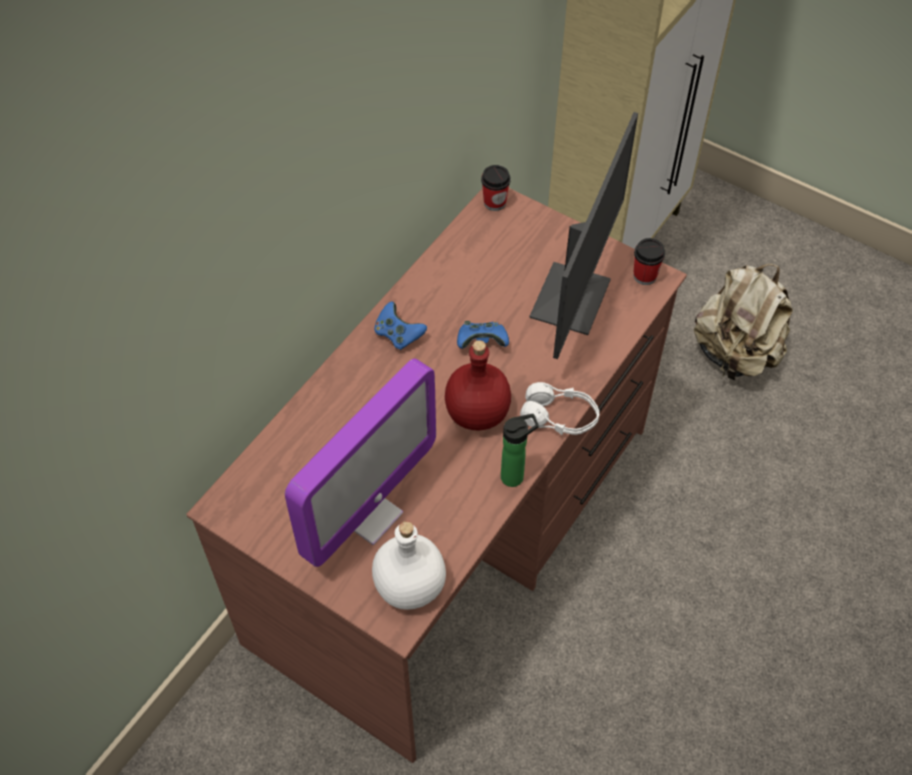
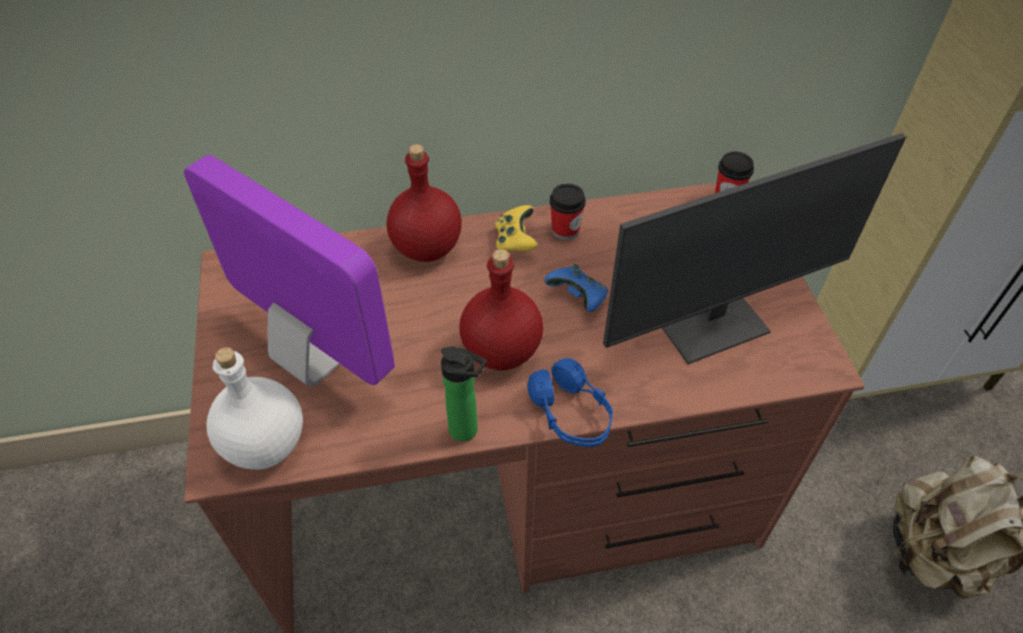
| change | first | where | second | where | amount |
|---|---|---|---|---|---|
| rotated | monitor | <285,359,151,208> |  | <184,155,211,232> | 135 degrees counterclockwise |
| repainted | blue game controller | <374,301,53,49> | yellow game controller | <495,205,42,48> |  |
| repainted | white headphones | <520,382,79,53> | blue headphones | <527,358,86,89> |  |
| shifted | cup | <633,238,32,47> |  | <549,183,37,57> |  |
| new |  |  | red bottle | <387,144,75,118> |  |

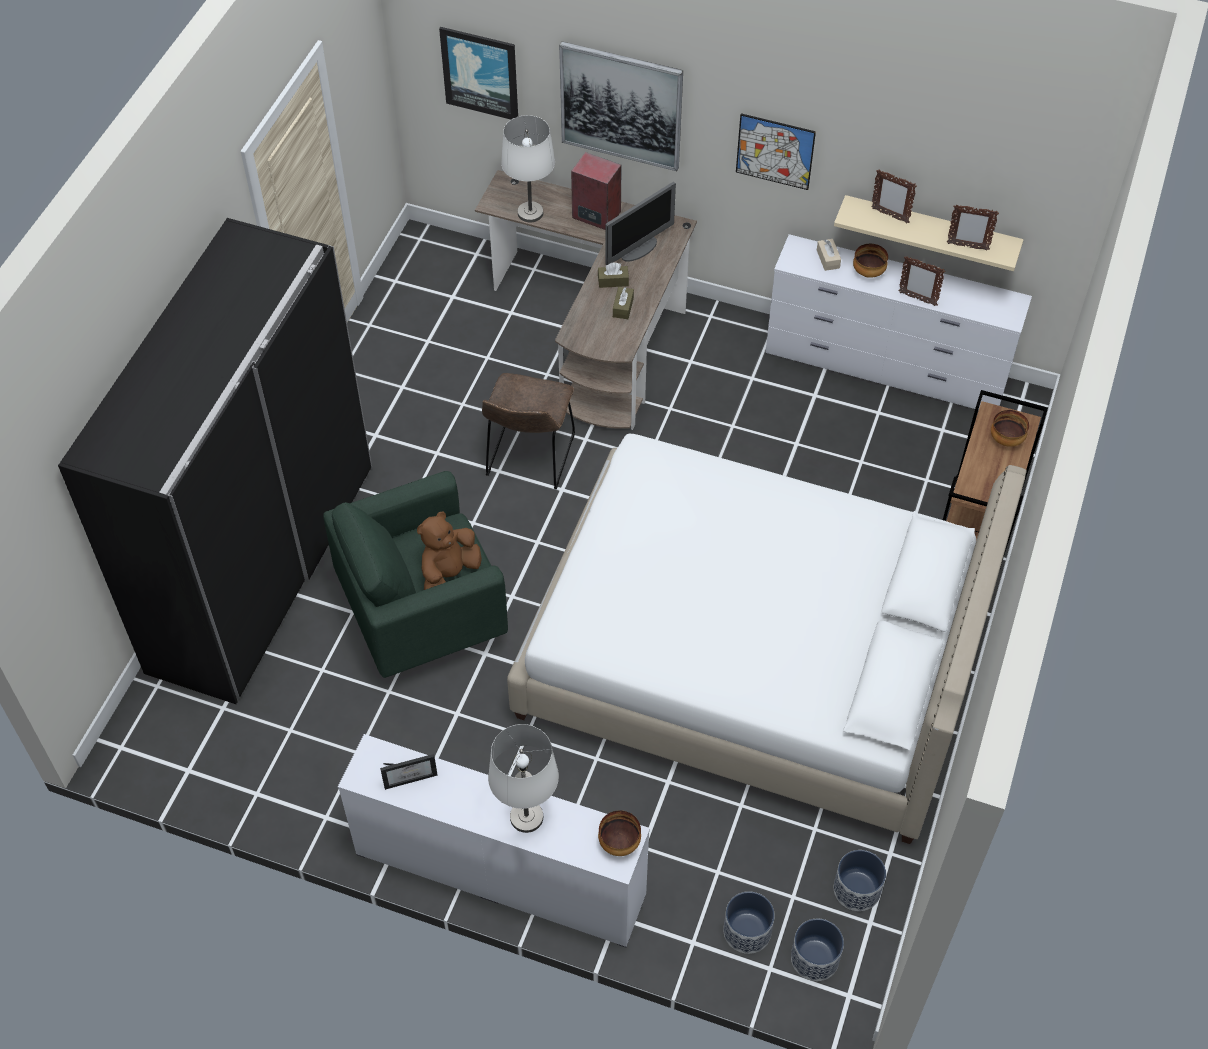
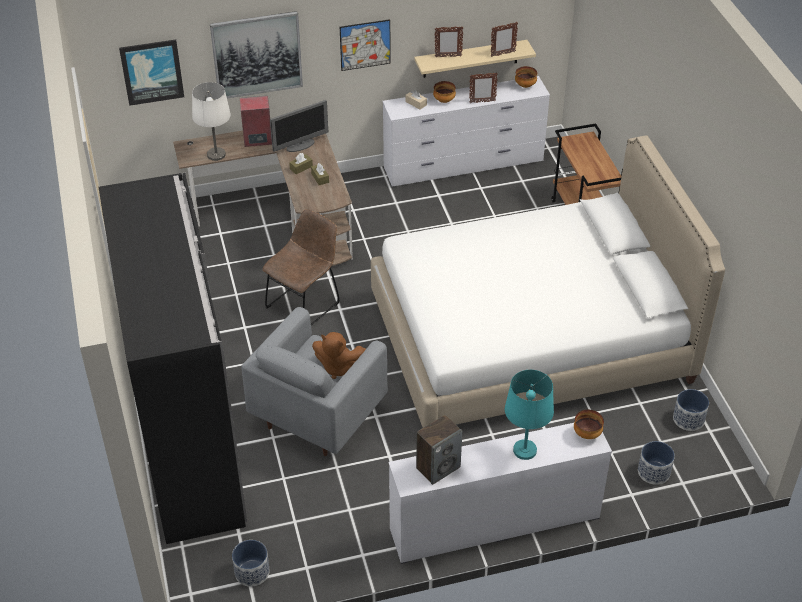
| change | first | where | second | where | amount |
|---|---|---|---|---|---|
| repainted | green armchair | <323,471,185,207> | grey armchair | <241,307,147,149> |  |
| swapped | picture frame | <380,754,58,36> | speaker | <416,415,46,70> |  |
| rotated | brown plush toy | <417,511,65,79> |  | <312,332,54,47> | 75 degrees counterclockwise |
| rotated | brown chair | <482,373,93,116> |  | <263,209,77,116> | 120 degrees counterclockwise |
| repainted | white table lamp | <488,724,71,109> | turquoise table lamp | <505,370,49,90> |  |
| rotated | monitor | <605,182,71,83> |  | <270,100,58,52> | 45 degrees clockwise |
| shifted | planter | <791,918,53,63> |  | <232,540,38,47> |  |
| shifted | bowl | <991,410,38,37> |  | <515,66,22,22> |  |

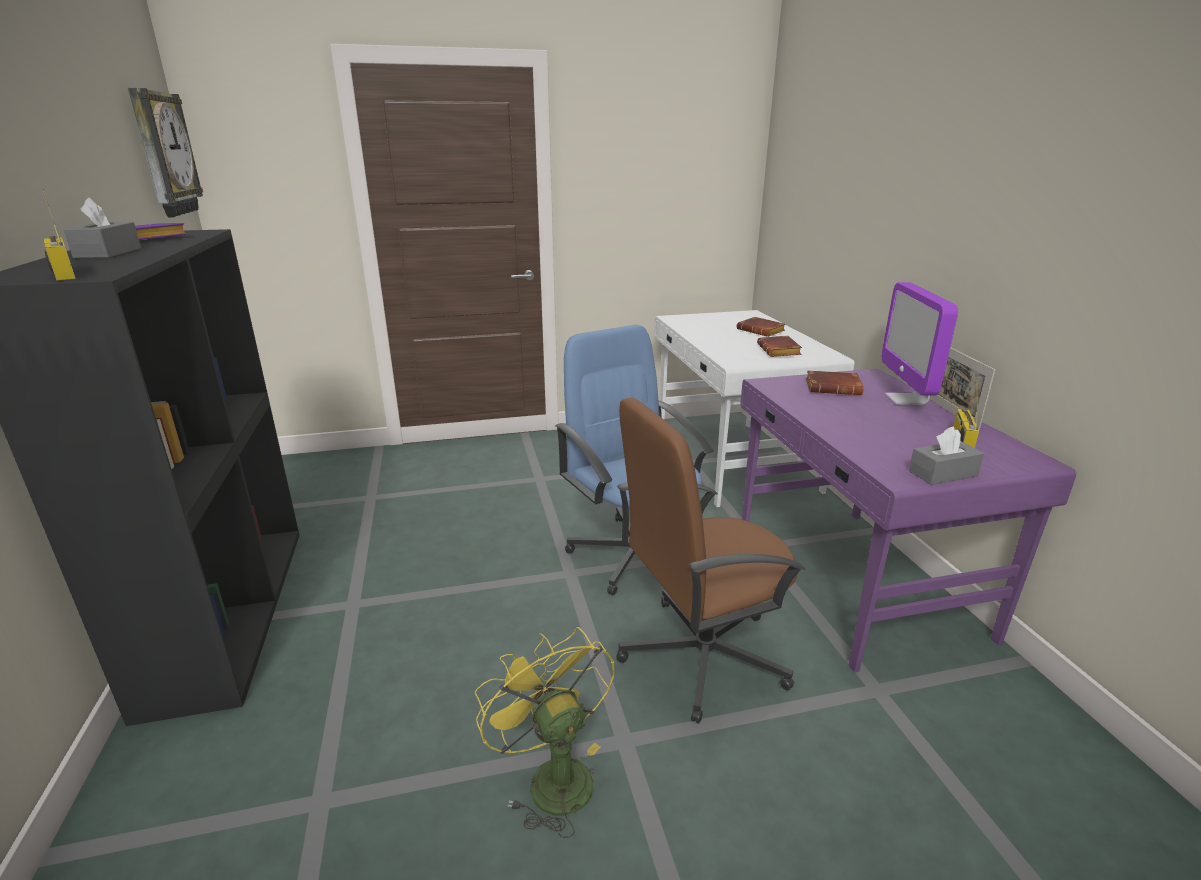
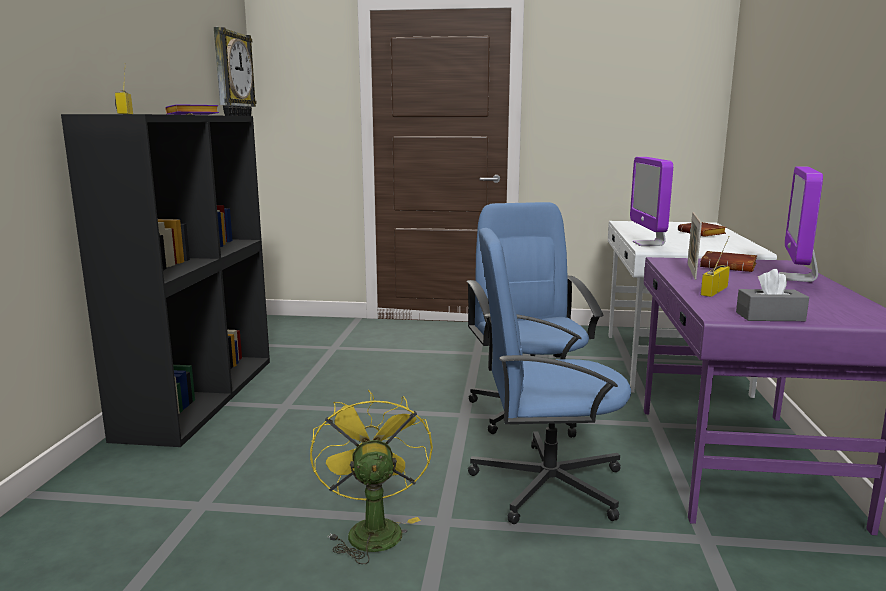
| change | first | where | second | where | amount |
|---|---|---|---|---|---|
| gone | grey tissue box | <64,198,77,60> |  |  |  |
| repainted | brown office chair | <616,398,189,325> | blue office chair | <468,228,163,296> |  |
| gone | brown book | <757,336,45,21> |  |  |  |
| shifted | picture frame | <930,347,65,83> |  | <688,212,14,68> |  |
| shifted | radio | <953,380,26,68> |  | <701,236,29,61> |  |
| new |  |  | monitor | <630,157,43,89> |  |

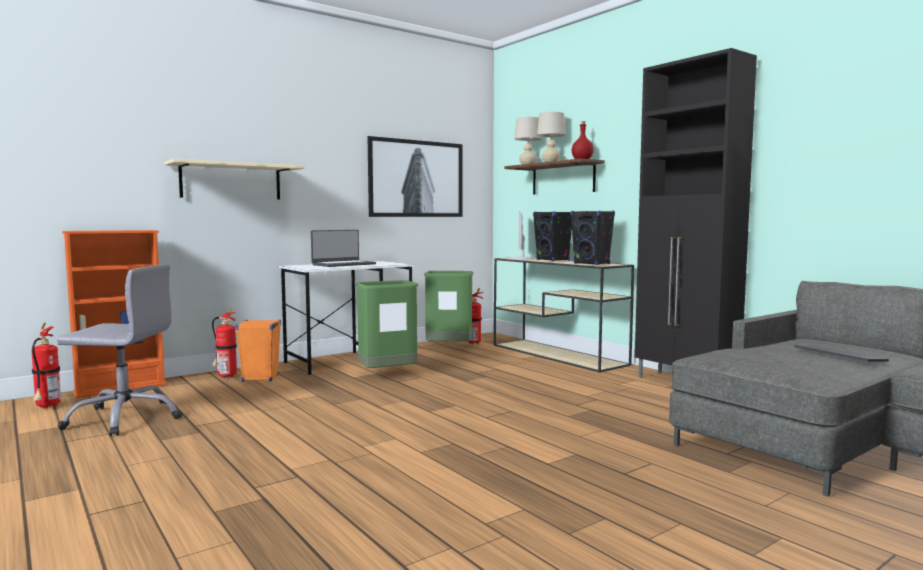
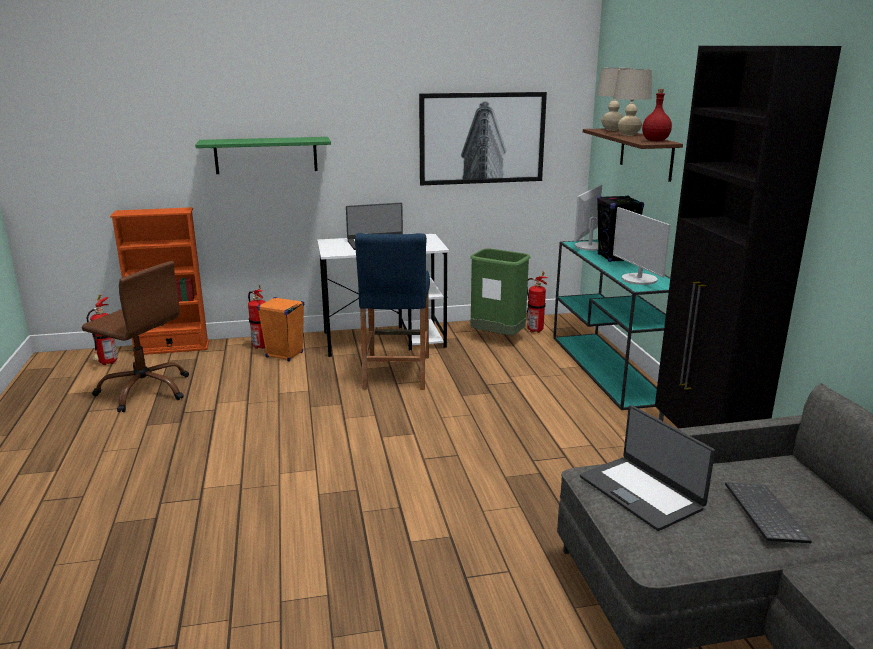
| change | first | where | second | where | amount |
|---|---|---|---|---|---|
| repainted | grey office chair | <57,264,126,172> | brown office chair | <82,261,107,151> |  |
| repainted | beige shelf | <164,159,140,40> | green shelf | <195,137,136,37> |  |
| swapped | green trash can | <356,280,62,88> | blue stool | <355,233,75,157> |  |
| repainted | beige console table | <494,258,140,115> | turquoise console table | <553,240,117,170> |  |
| swapped | black speaker | <570,211,45,54> | monitor | <613,207,58,78> |  |
| new |  |  | laptop | <580,405,135,126> |  |

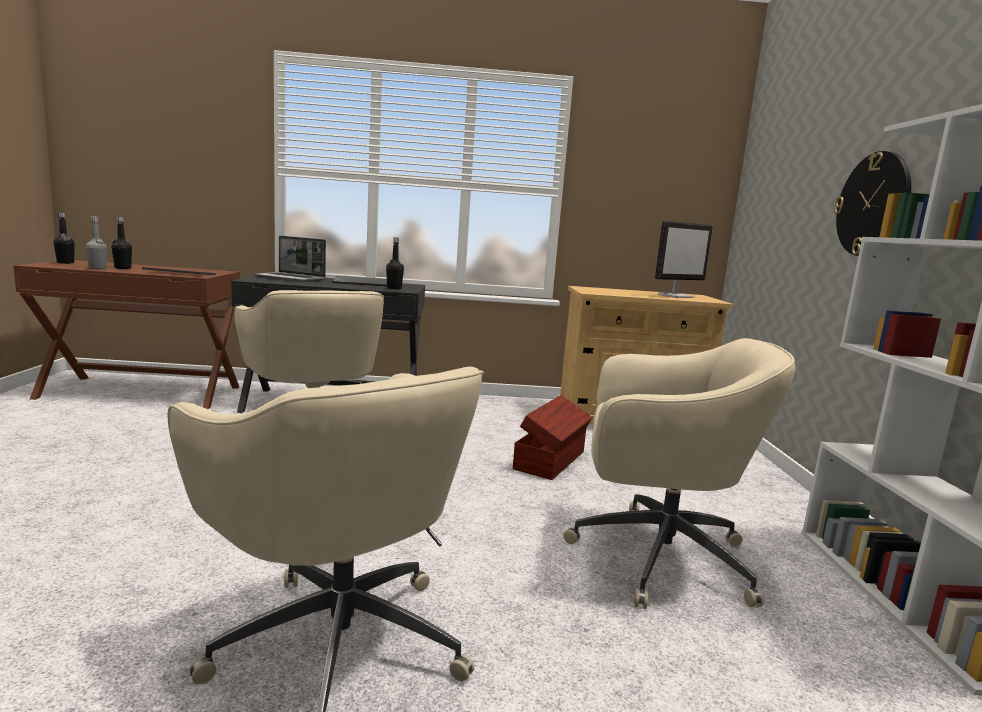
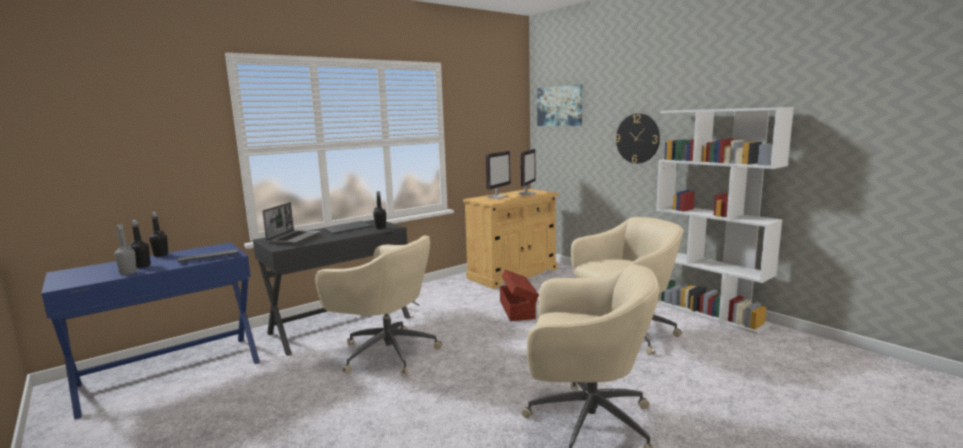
| change | first | where | second | where | amount |
|---|---|---|---|---|---|
| repainted | brown desk | <13,260,227,149> | blue desk | <41,243,219,177> |  |
| shifted | black bottle | <53,212,22,52> |  | <149,212,19,45> |  |
| rotated | laptop | <254,236,72,46> |  | <263,202,57,42> | 60 degrees counterclockwise |
| new |  |  | monitor | <486,151,25,48> |  |
| new |  |  | picture | <537,85,45,41> |  |

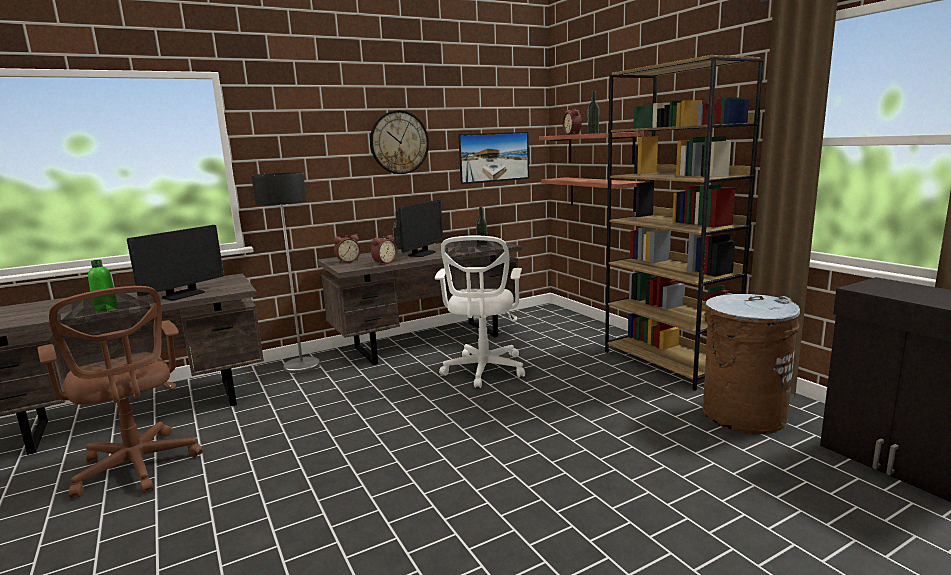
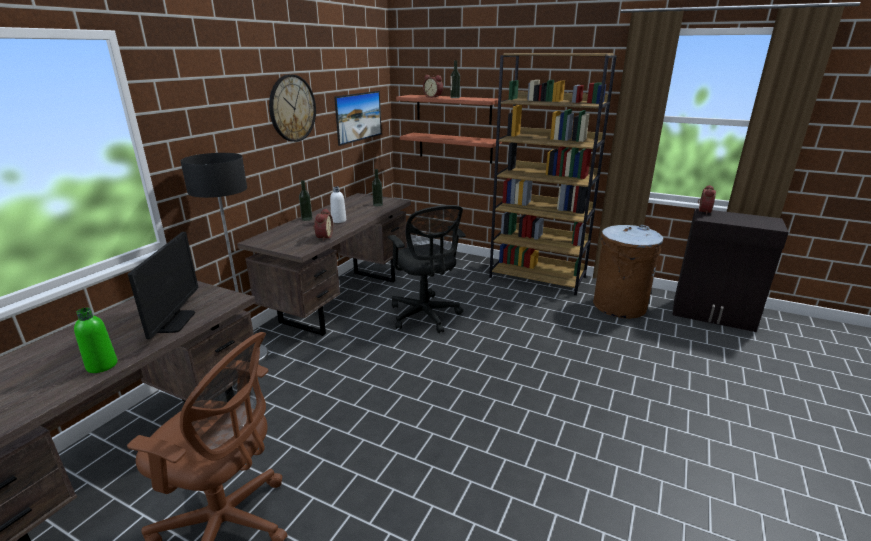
| change | first | where | second | where | amount |
|---|---|---|---|---|---|
| shifted | alarm clock | <334,235,27,28> |  | <698,185,18,29> |  |
| swapped | monitor | <398,200,45,57> | white bottle | <330,187,16,36> |  |
| repainted | white office chair | <435,235,90,153> | black office chair | <388,205,78,128> |  |

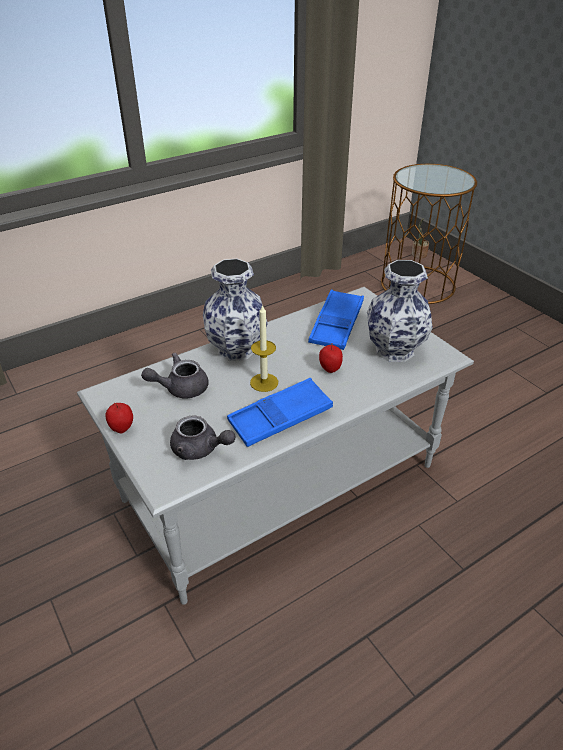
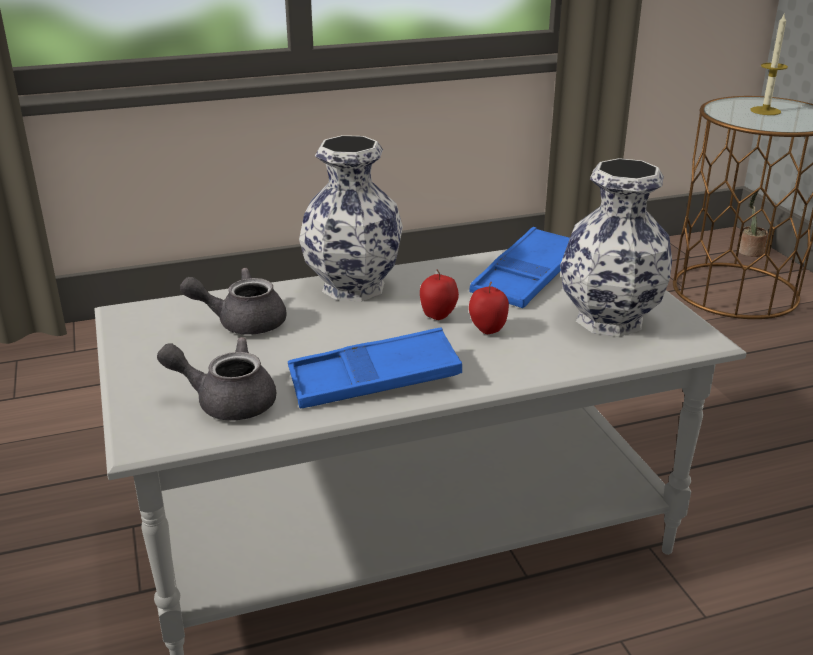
| change | first | where | second | where | amount |
|---|---|---|---|---|---|
| shifted | apple | <105,403,28,30> |  | <420,270,39,50> |  |
| rotated | grey teapot | <170,416,66,44> |  | <157,337,119,83> | 150 degrees clockwise |
| shifted | candle | <250,304,28,88> |  | <751,12,37,103> |  |

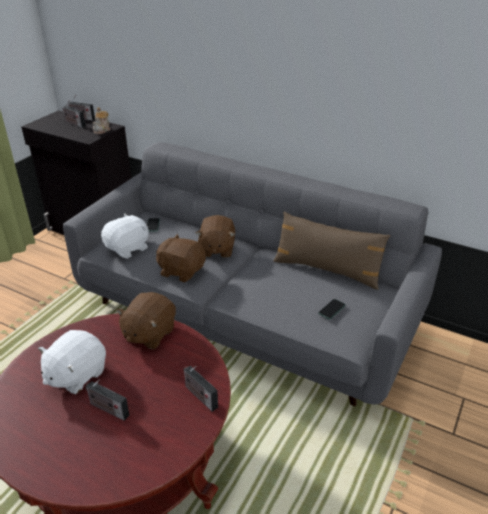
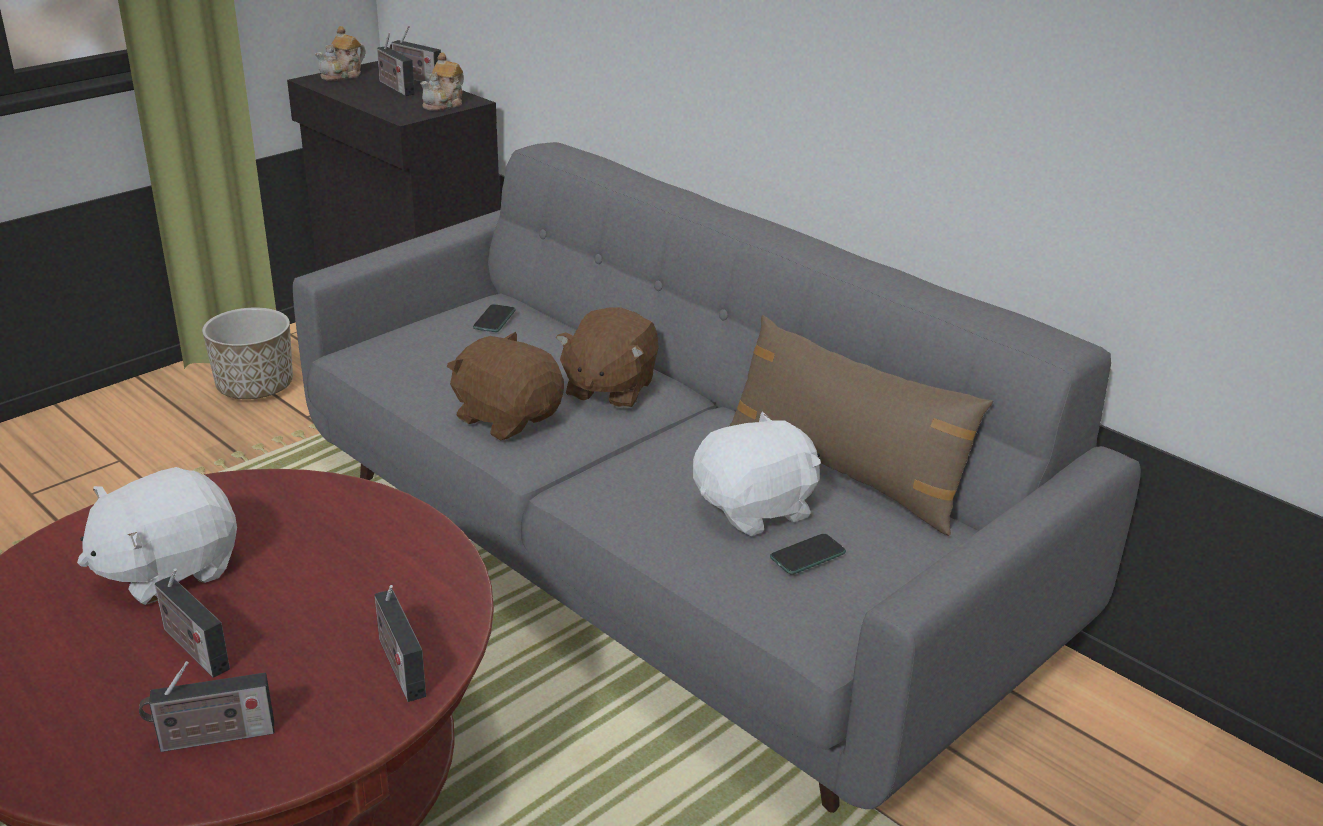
| change | first | where | second | where | amount |
|---|---|---|---|---|---|
| shifted | white plush toy | <101,213,48,46> |  | <693,411,128,125> |  |
| gone | brown plush toy | <116,292,60,57> |  |  |  |
| new |  |  | radio | <139,661,135,91> |  |
| new |  |  | planter | <202,307,91,92> |  |
| new |  |  | teapot | <315,26,50,55> |  |

